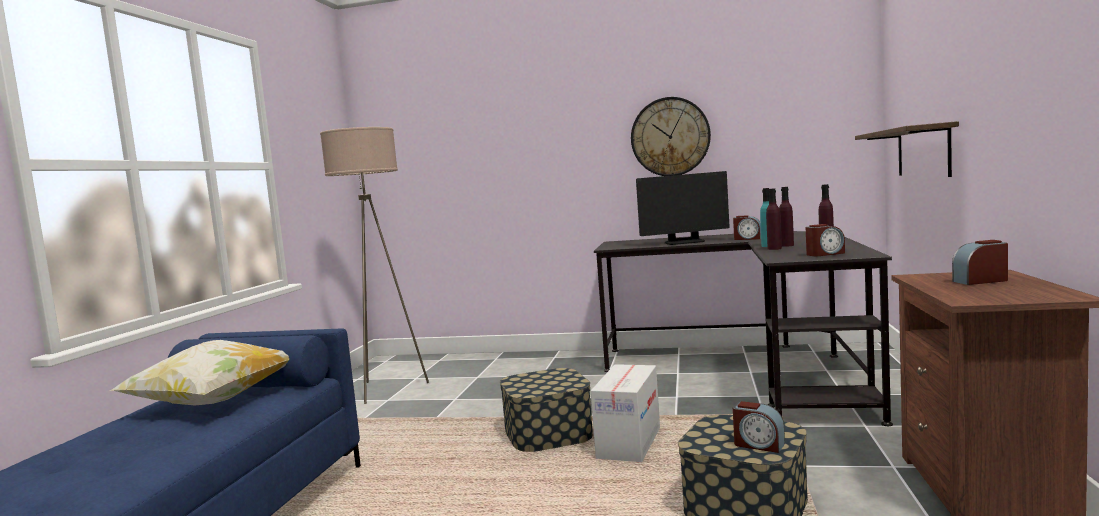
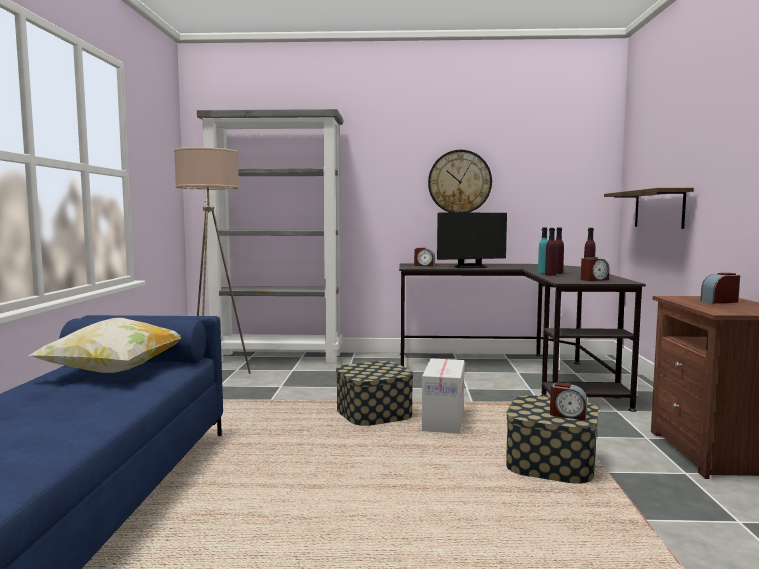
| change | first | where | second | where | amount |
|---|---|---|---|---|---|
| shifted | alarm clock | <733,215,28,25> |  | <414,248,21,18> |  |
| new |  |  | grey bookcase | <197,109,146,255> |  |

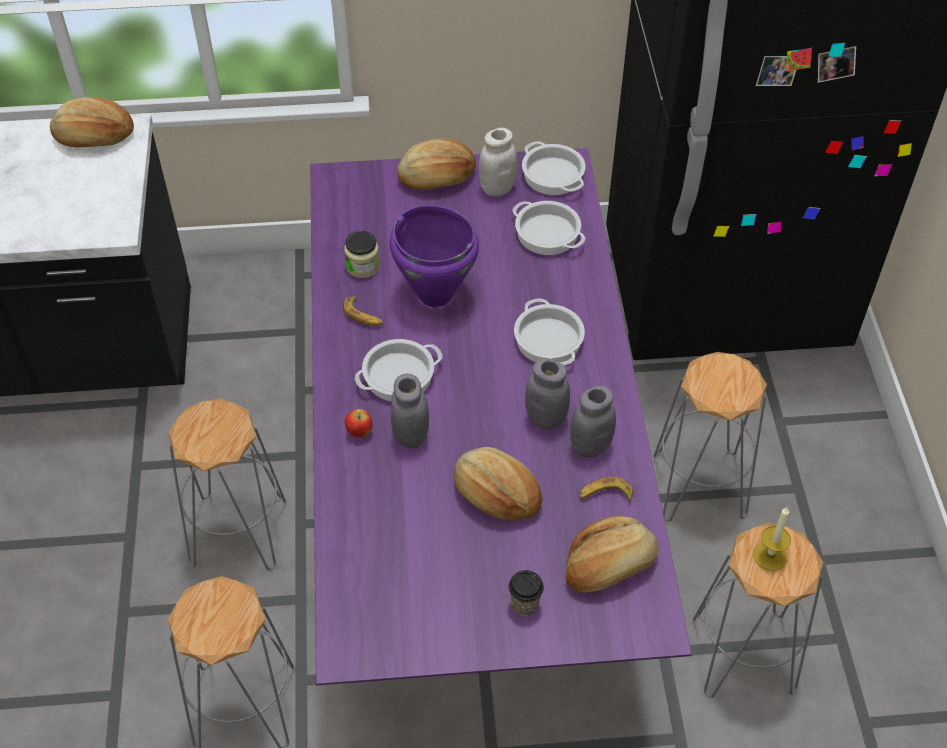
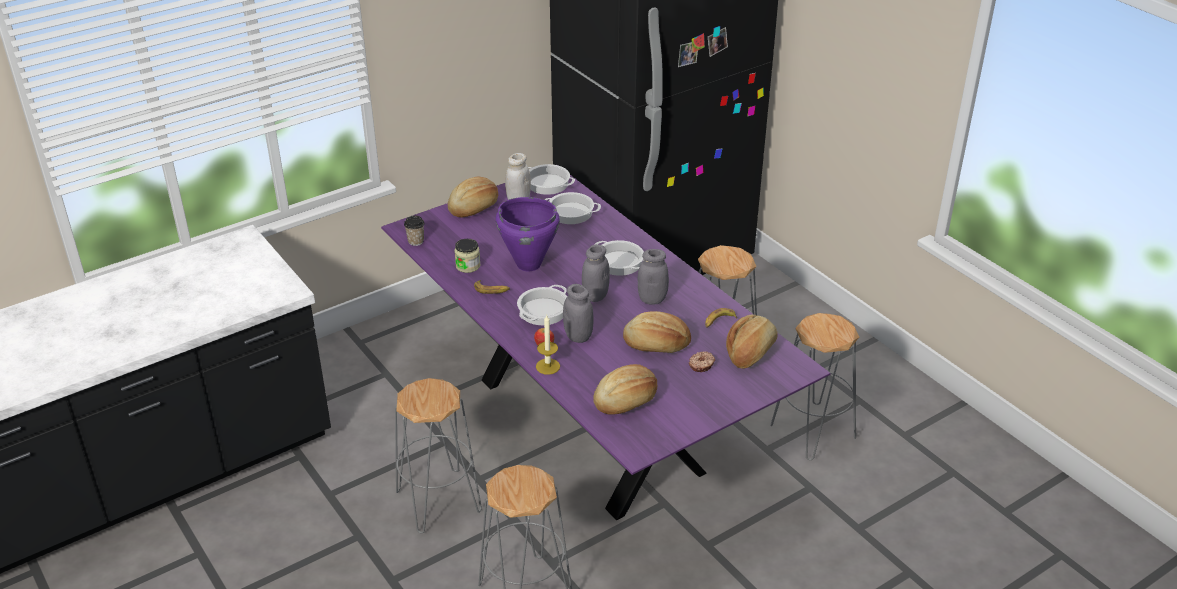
| change | first | where | second | where | amount |
|---|---|---|---|---|---|
| shifted | bread | <50,97,84,51> |  | <593,364,64,51> |  |
| shifted | cup | <509,570,35,46> |  | <404,216,21,30> |  |
| shifted | grey jar | <570,386,46,72> |  | <582,244,28,58> |  |
| shifted | candle | <753,506,38,65> |  | <536,315,24,60> |  |
| new |  |  | donut | <689,351,26,21> |  |

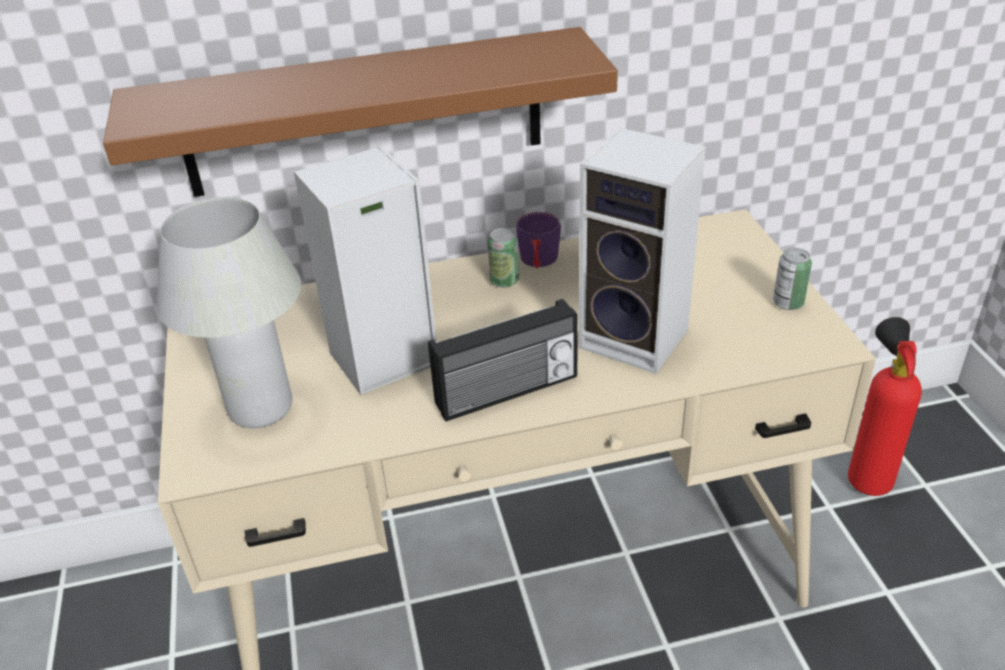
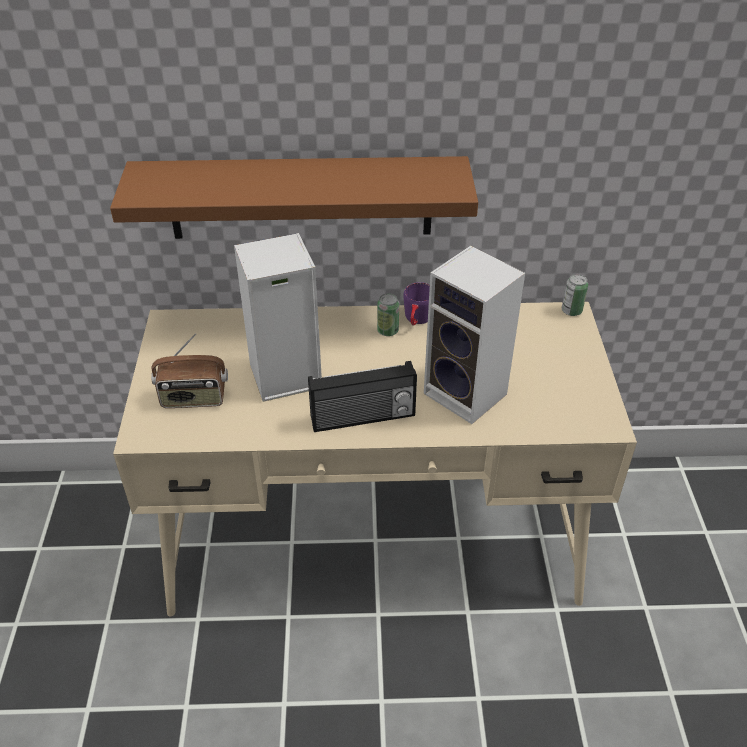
| change | first | where | second | where | amount |
|---|---|---|---|---|---|
| swapped | white table lamp | <157,197,144,231> | radio | <151,333,77,75> |  |
| shifted | can | <773,248,39,62> |  | <562,274,26,42> |  |
| gone | fire extinguisher | <848,317,74,179> |  |  |  |

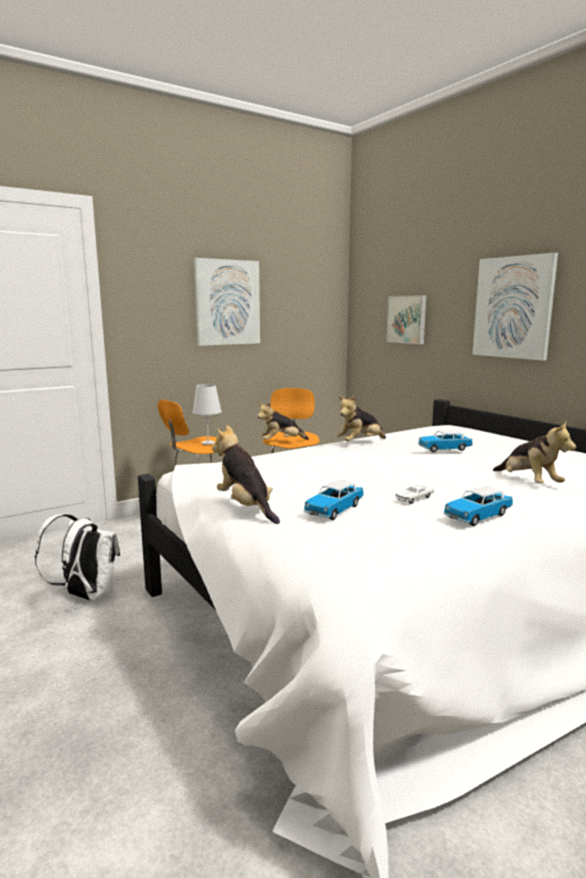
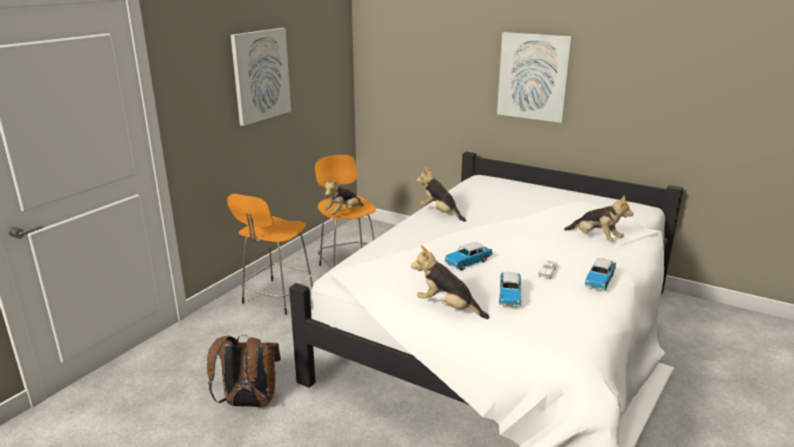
| change | first | where | second | where | amount |
|---|---|---|---|---|---|
| repainted | white backpack | <35,513,85,88> | brown backpack | <207,335,74,72> |  |
| gone | white table lamp | <192,384,30,61> |  |  |  |
| rotated | plush toy | <336,395,50,46> |  | <417,167,49,55> | 105 degrees clockwise |
| gone | picture | <386,295,41,49> |  |  |  |
| shifted | toy car | <418,430,55,22> |  | <444,242,48,28> |  |

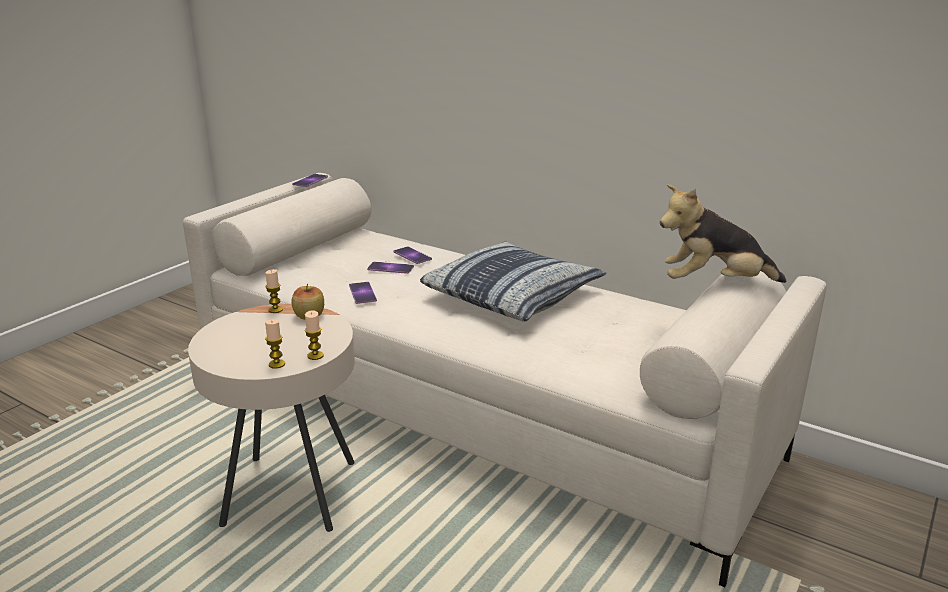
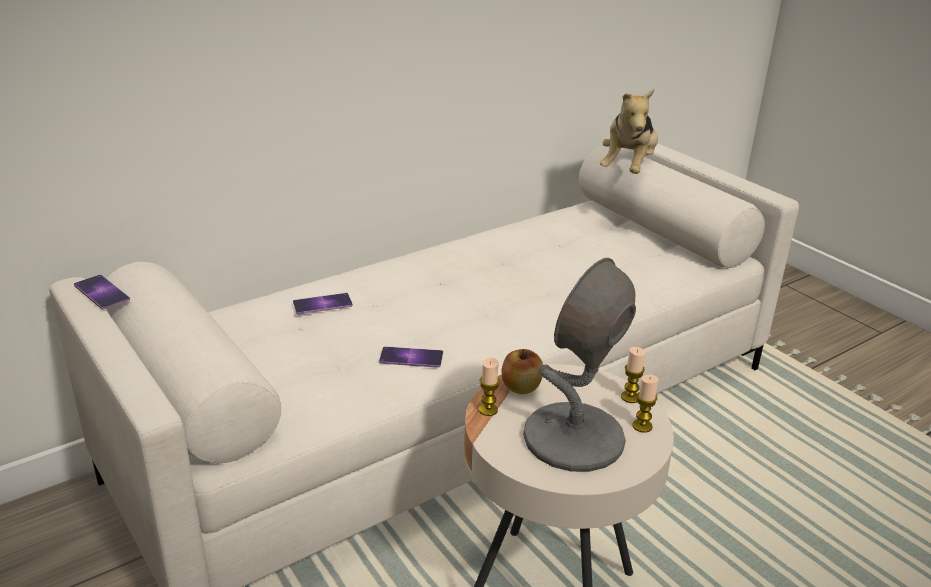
| change | first | where | second | where | amount |
|---|---|---|---|---|---|
| gone | phone | <367,262,47,12> |  |  |  |
| gone | pillow | <420,241,186,81> |  |  |  |
| new |  |  | grey table lamp | <523,258,113,214> |  |

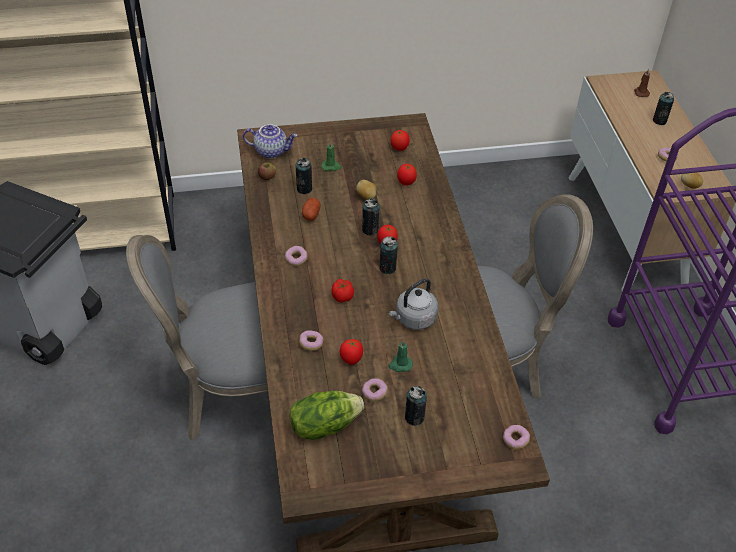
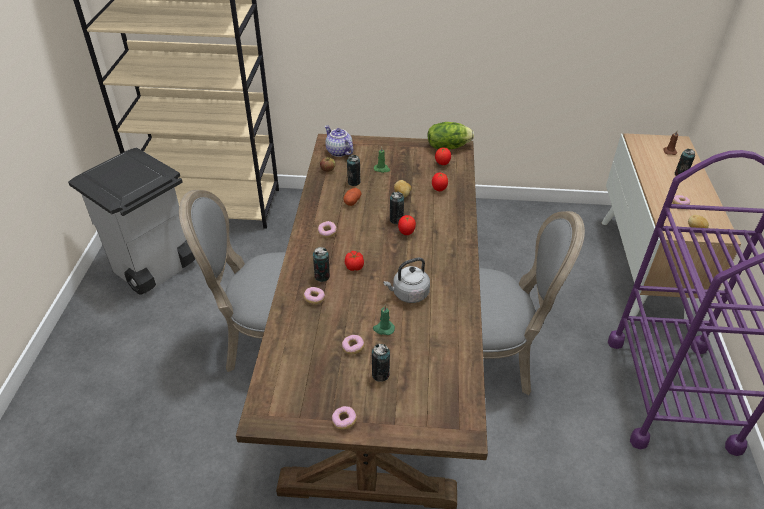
| change | first | where | second | where | amount |
|---|---|---|---|---|---|
| rotated | teapot | <243,124,55,35> |  | <325,125,28,32> | 150 degrees counterclockwise |
| shifted | lettuce | <290,391,74,49> |  | <428,122,46,27> |  |
| gone | tomato | <340,339,23,26> |  |  |  |
| shifted | can | <379,236,19,38> |  | <313,247,17,35> |  |
| shifted | donut | <503,425,27,24> |  | <332,406,25,24> |  |

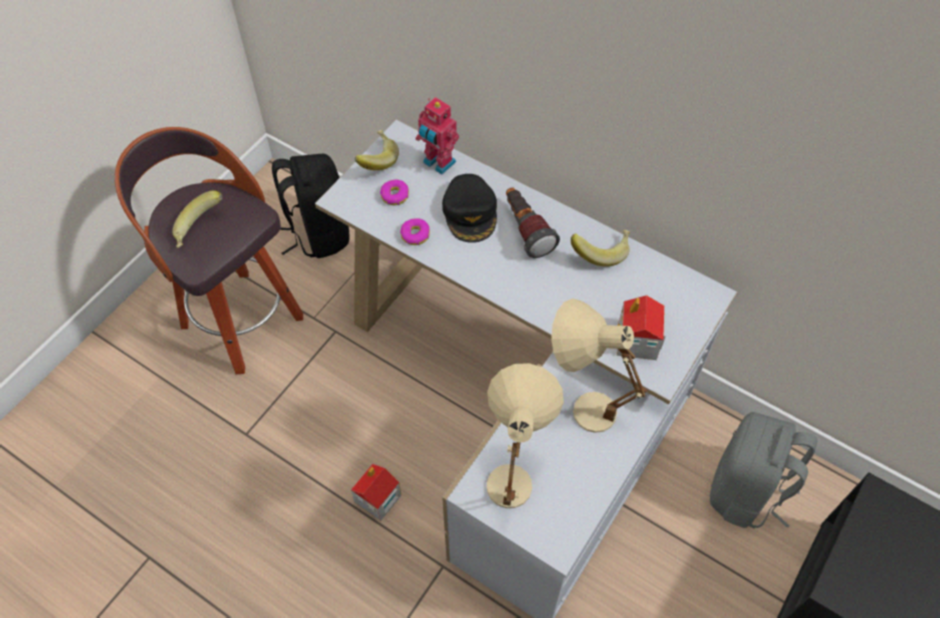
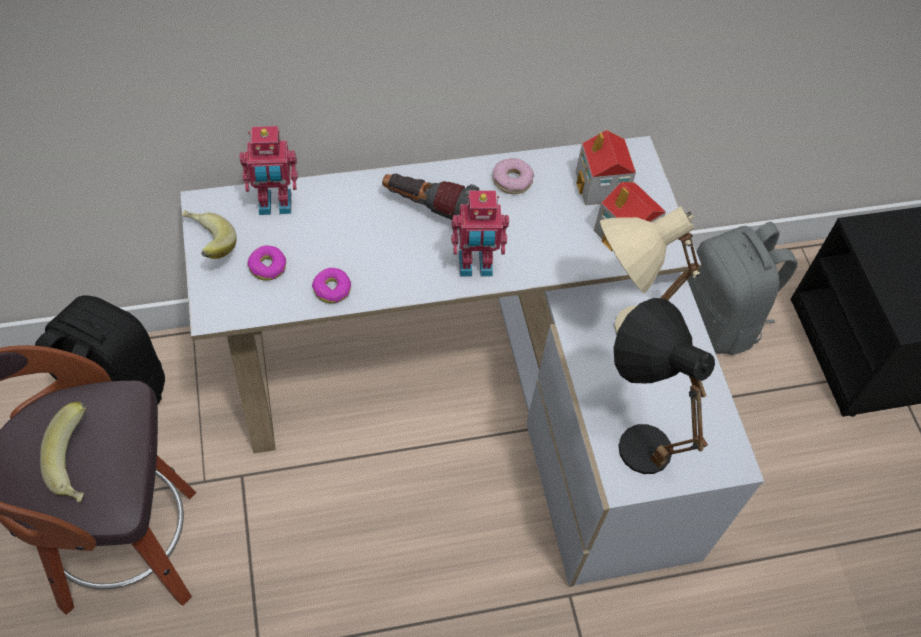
| change | first | where | second | where | amount |
|---|---|---|---|---|---|
| shifted | toy house | <351,464,50,57> |  | <576,130,60,75> |  |
| gone | black cap | <442,174,55,69> |  |  |  |
| repainted | beige table lamp | <487,363,77,145> | black table lamp | <614,298,101,176> |  |
| swapped | banana | <571,230,59,37> | donut | <492,158,42,36> |  |
| new |  |  | toy robot | <451,191,58,86> |  |

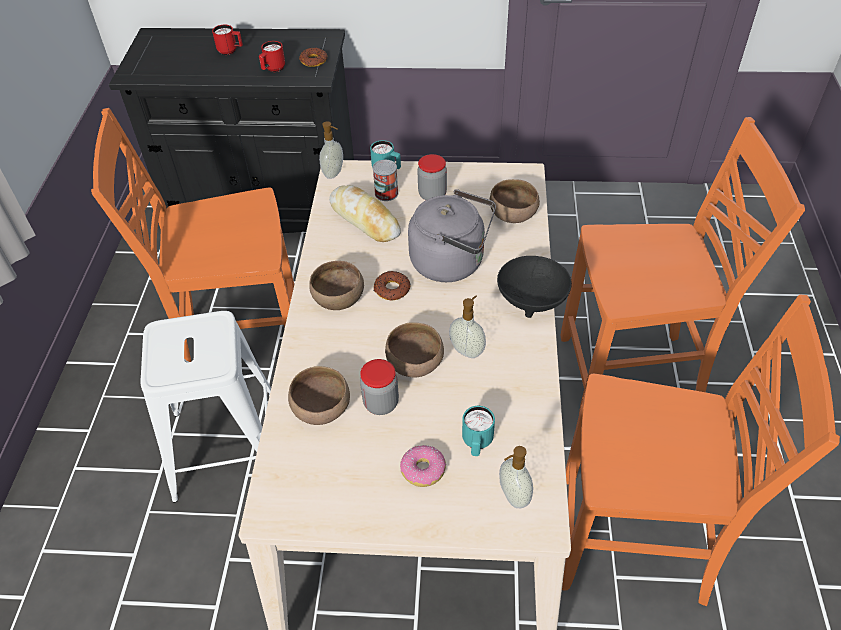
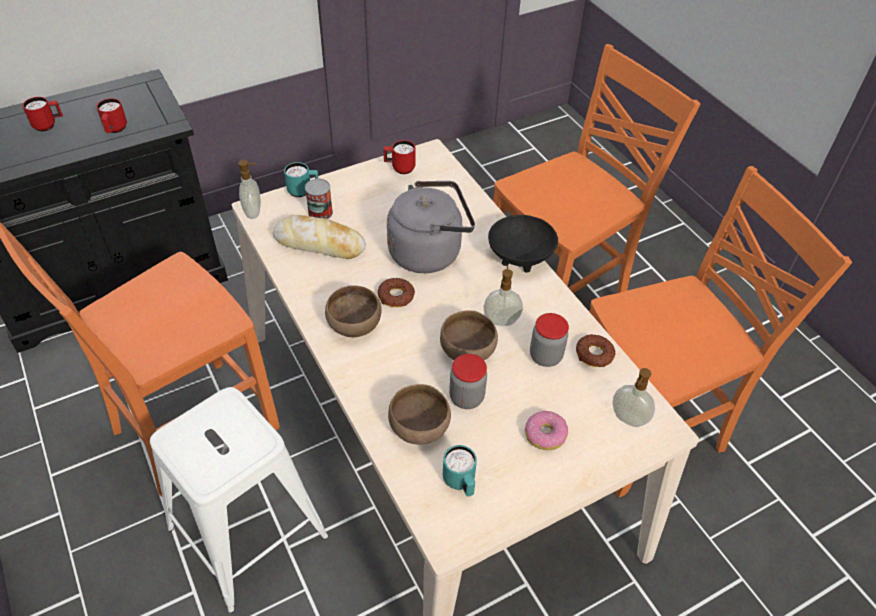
| change | first | where | second | where | amount |
|---|---|---|---|---|---|
| shifted | donut | <299,48,28,19> |  | <576,334,40,33> |  |
| shifted | jar | <417,154,30,46> |  | <530,313,39,54> |  |
| shifted | turquoise mug | <462,406,33,50> |  | <443,445,34,52> |  |
| gone | brown bowl | <490,179,50,44> |  |  |  |
| new |  |  | red mug | <384,140,32,34> |  |

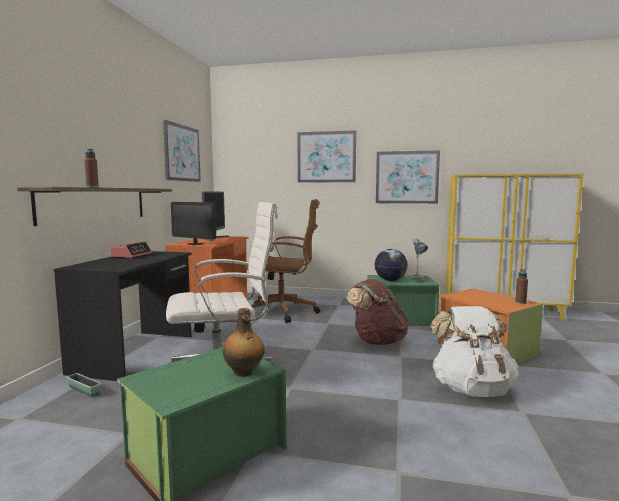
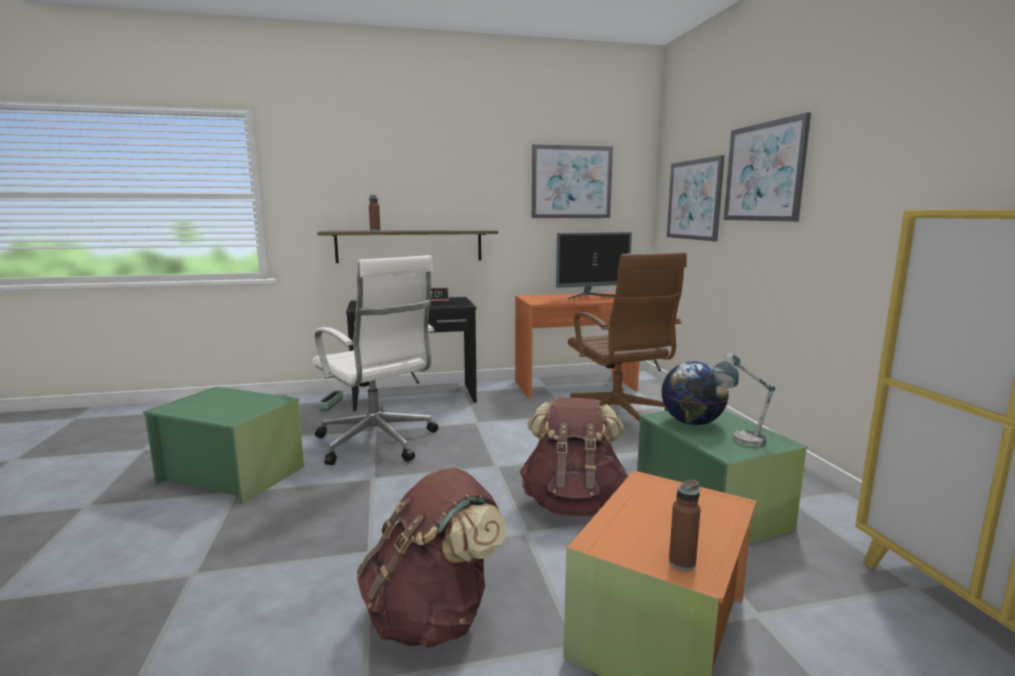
| change | first | where | second | where | amount |
|---|---|---|---|---|---|
| gone | monitor | <171,202,45,43> |  |  |  |
| gone | bottle | <223,308,42,69> |  |  |  |
| shifted | picture | <376,150,64,54> |  | <667,155,58,86> |  |
| repainted | white backpack | <430,306,88,91> | brown backpack | <357,468,150,180> |  |

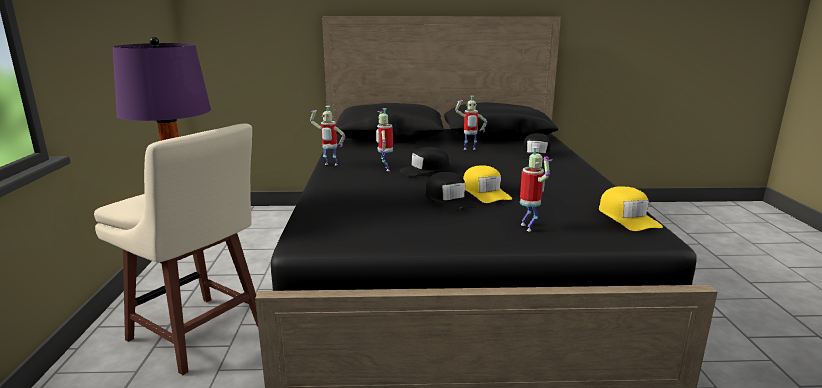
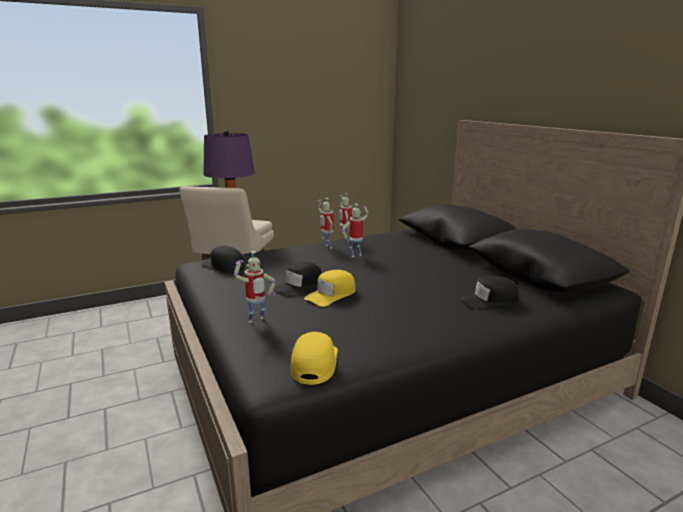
| change | first | where | second | where | amount |
|---|---|---|---|---|---|
| shifted | black cap | <398,147,52,30> |  | <201,246,44,27> |  |
| shifted | toy robot | <455,96,32,54> |  | <317,198,17,51> |  |
| rotated | yellow cap | <599,186,64,45> |  | <291,332,47,53> | 135 degrees clockwise |

